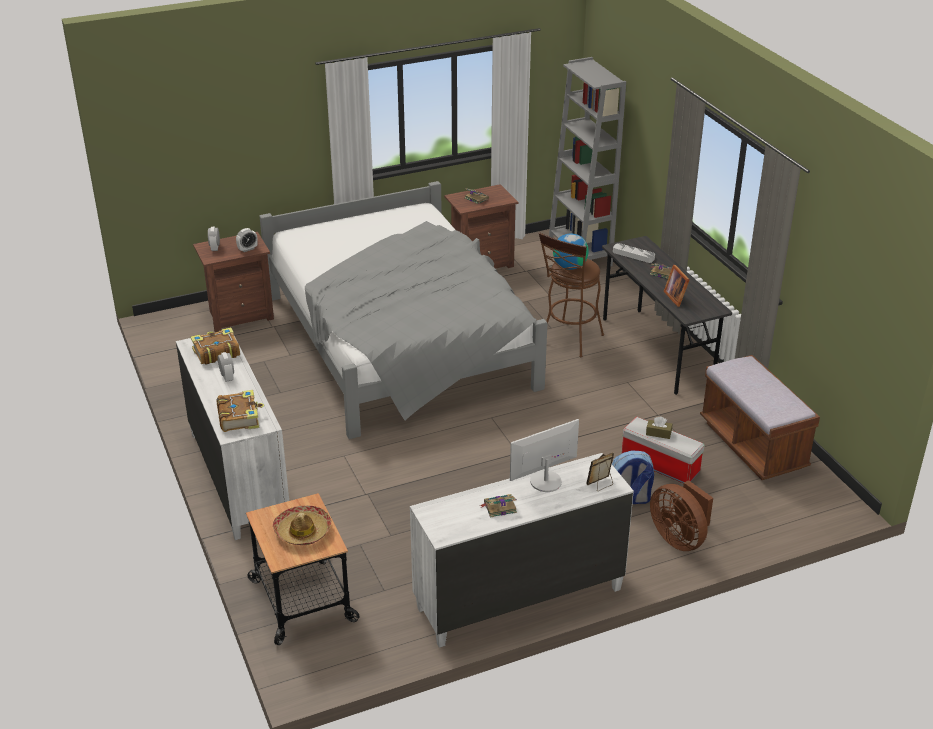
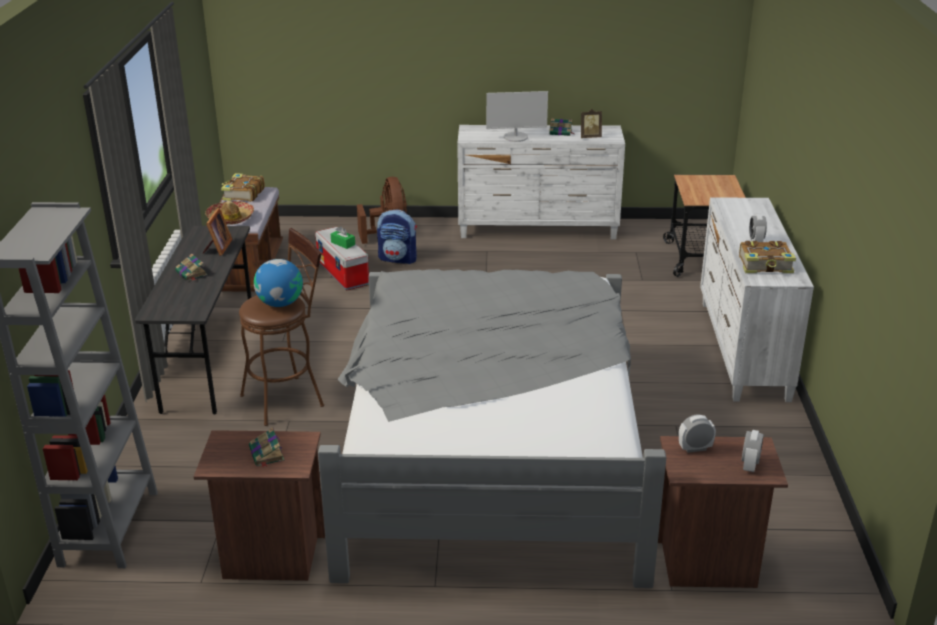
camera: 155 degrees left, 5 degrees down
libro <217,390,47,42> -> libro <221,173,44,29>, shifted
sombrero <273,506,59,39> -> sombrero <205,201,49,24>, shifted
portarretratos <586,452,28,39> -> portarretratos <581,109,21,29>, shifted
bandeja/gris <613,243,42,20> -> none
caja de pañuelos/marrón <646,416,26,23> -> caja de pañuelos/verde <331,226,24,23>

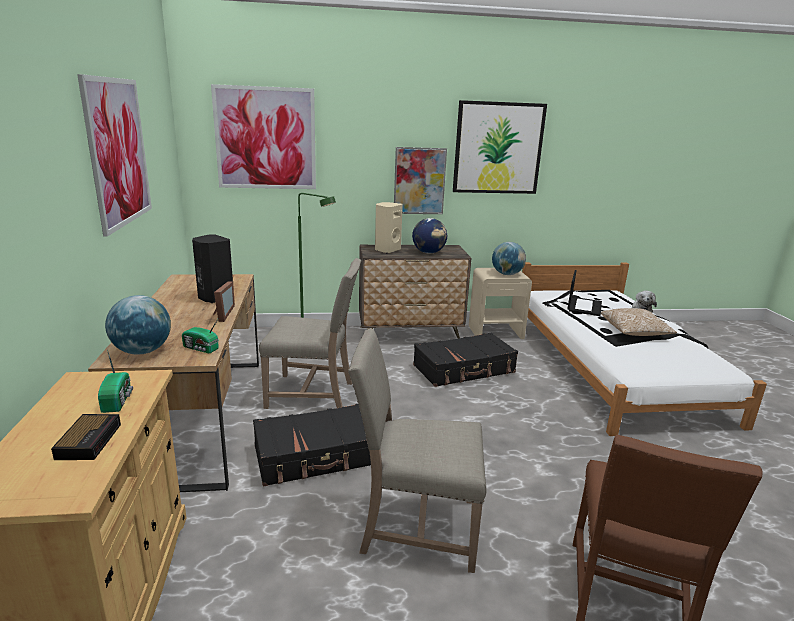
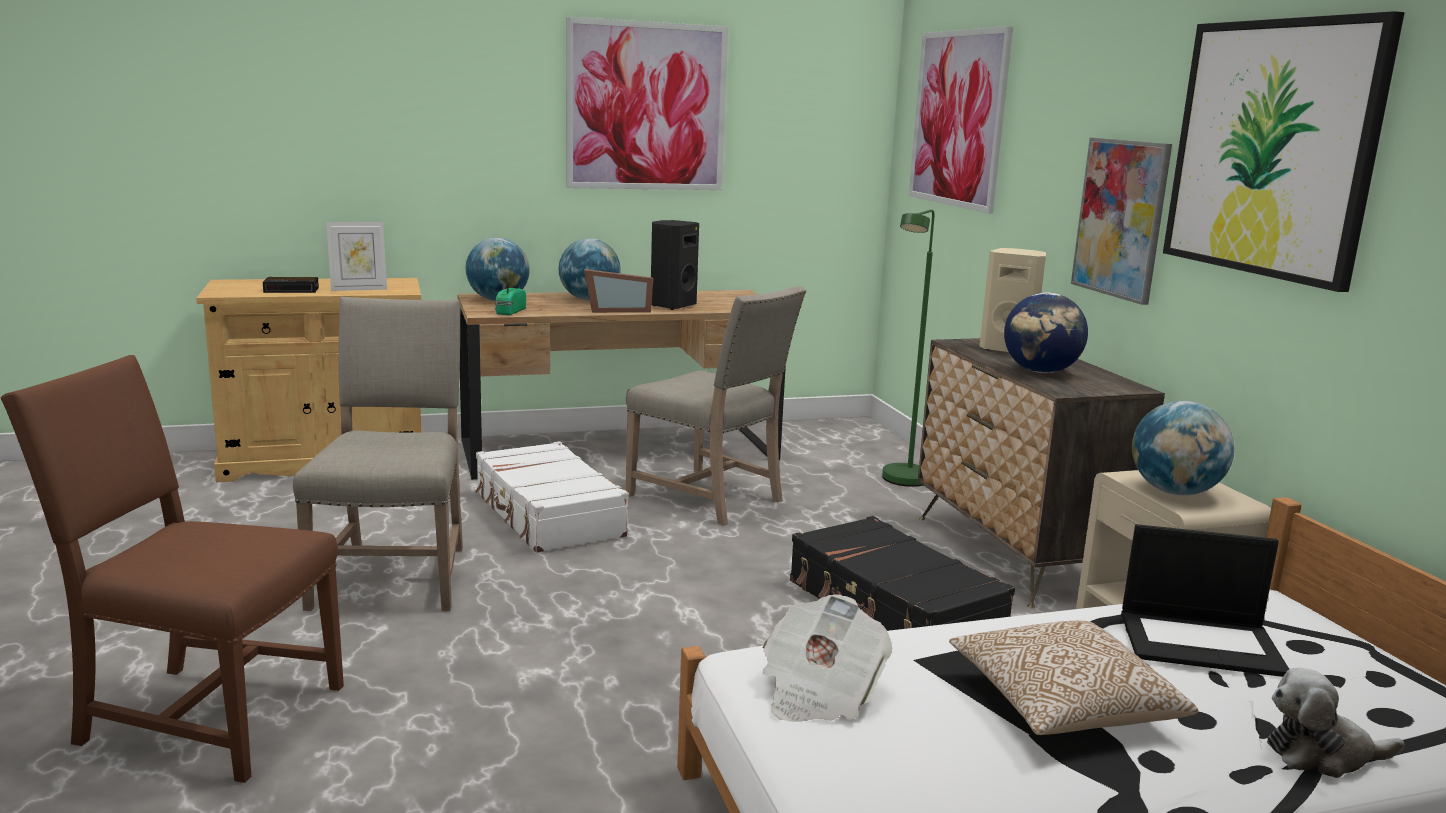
camera: 80 degrees right, 5 degrees down
radio <98,349,35,64> -> portarretratos <326,222,61,69>
maleta/negro <253,404,118,82> -> maleta/blanco <475,441,154,112>
silla/beis <259,258,103,151> -> silla/beis <626,286,180,240>, 45 degrees counterclockwise
none -> globo terráqueo <559,238,62,62>
none -> periódico <763,594,130,128>

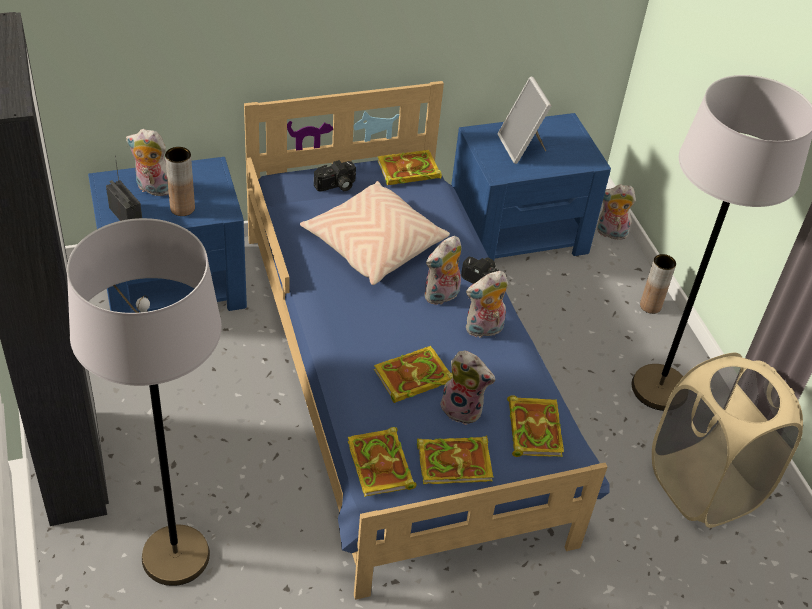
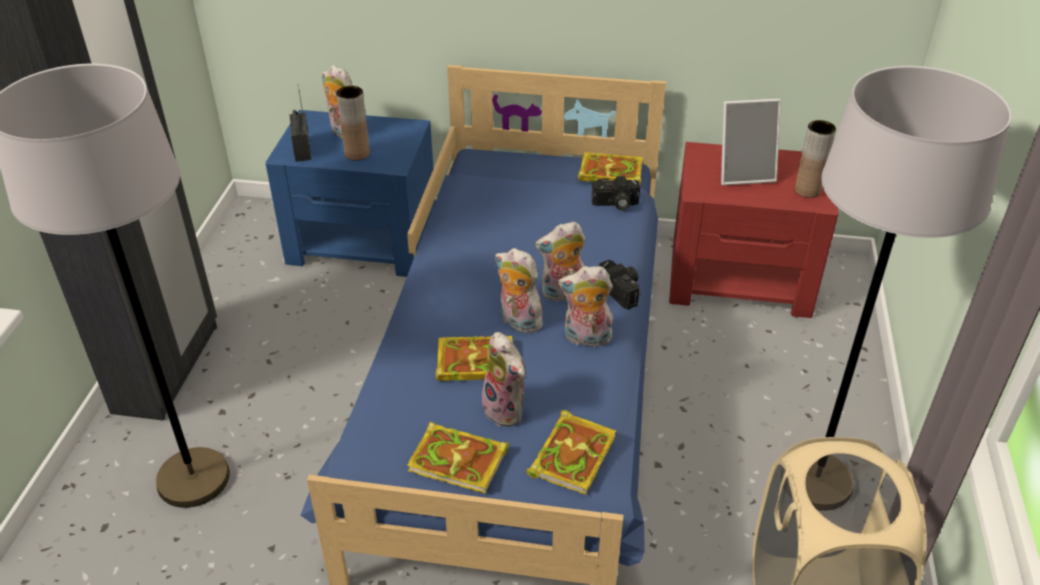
camera: 30 degrees right, 5 degrees down
cojín/beis <300,181,150,104> -> none
cámara <314,160,42,32> -> cámara <591,176,49,35>, shifted
libro <348,427,69,70> -> none
mesita de noche/azul <451,113,160,148> -> mesita de noche/rojo <669,142,170,176>
portarretratos <498,77,54,87> -> portarretratos <721,98,60,87>, 105 degrees counterclockwise
peluche <597,184,39,56> -> peluche <495,248,48,85>, shifted
florero/marrón <640,254,36,60> -> florero/marrón <795,120,41,78>, shifted

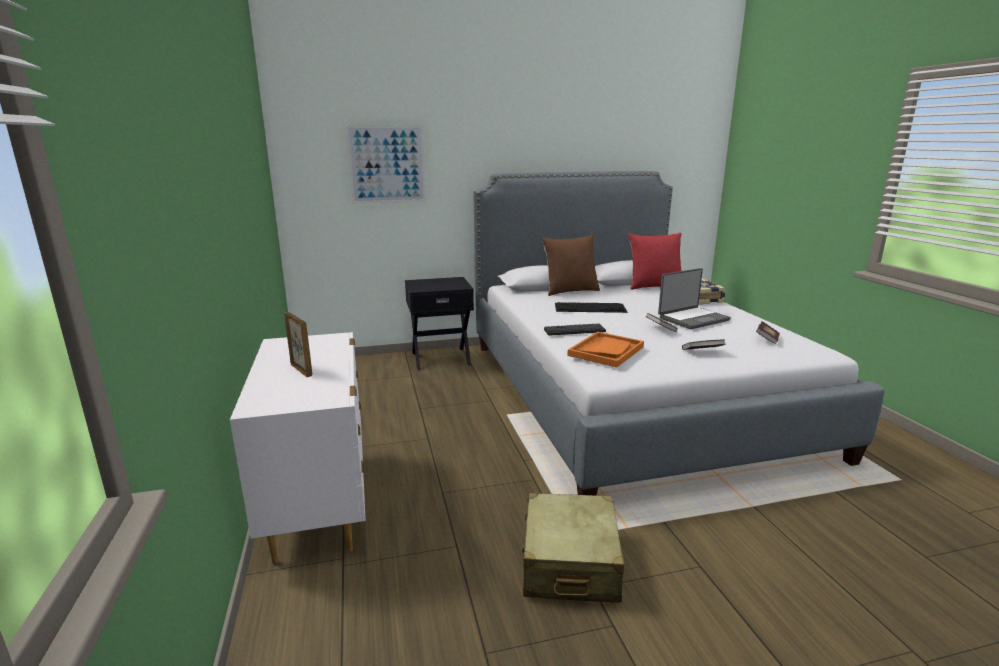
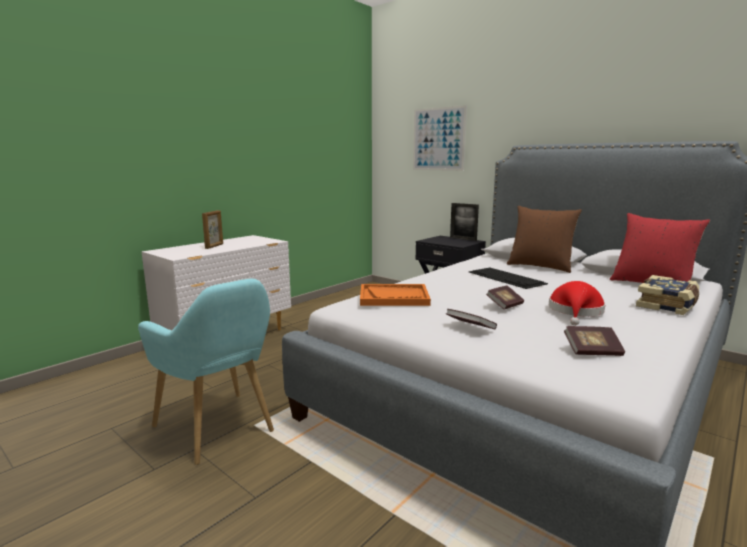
camera: 55 degrees right, 5 degrees down
maleta/beis <522,493,102,110> -> sillón/turquesa <138,279,136,186>
teclado <544,323,62,13> -> none
portátil <658,268,73,61> -> sombrero/rojo <549,281,57,45>
none -> portarretratos <450,203,29,38>

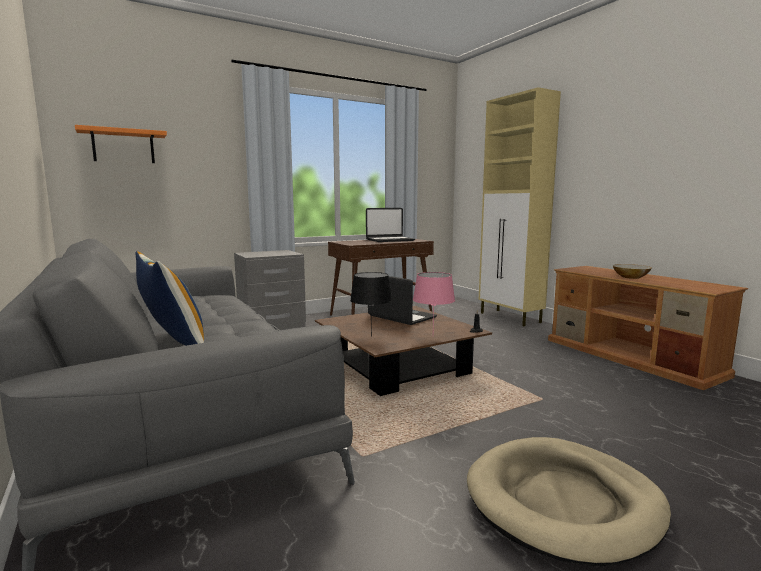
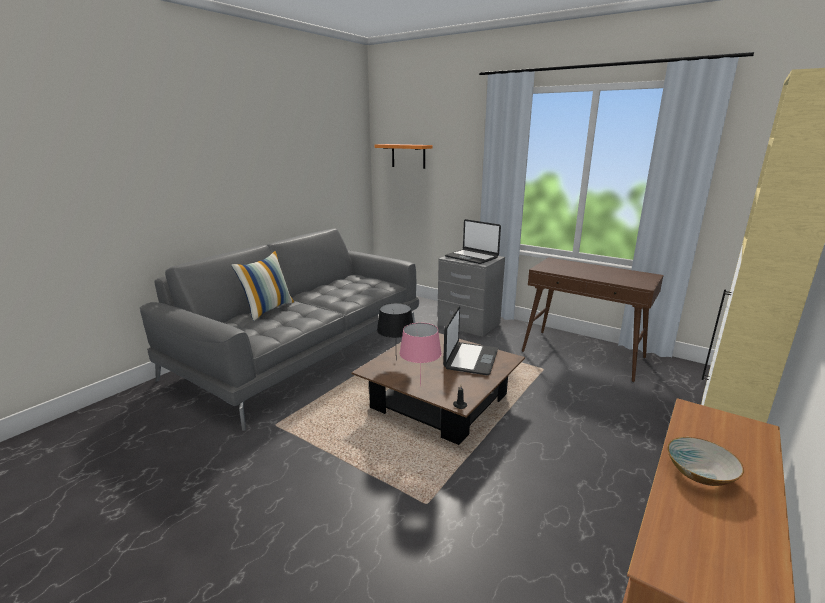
camera: 65 degrees right, 10 degrees up
portátil <366,208,49,34> -> portátil <445,219,56,45>, shifted
cama para perro/beis <467,437,204,130> -> none

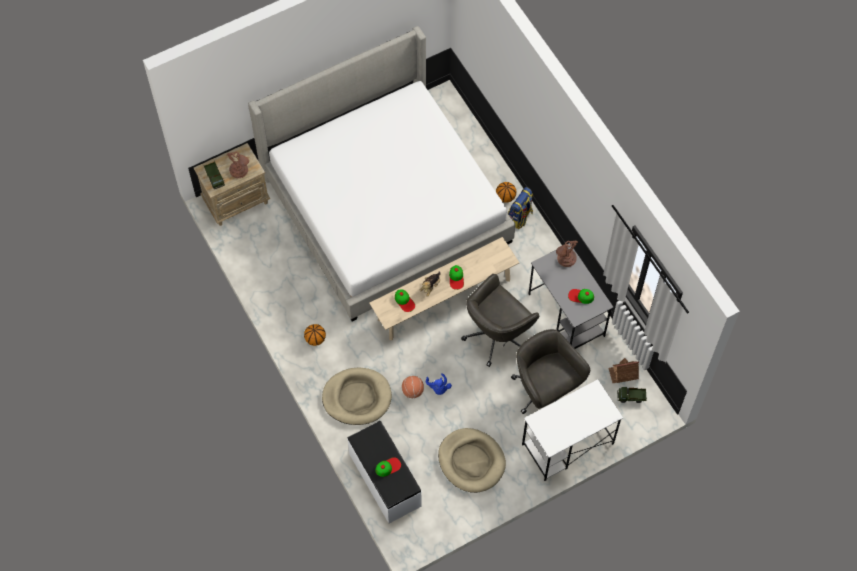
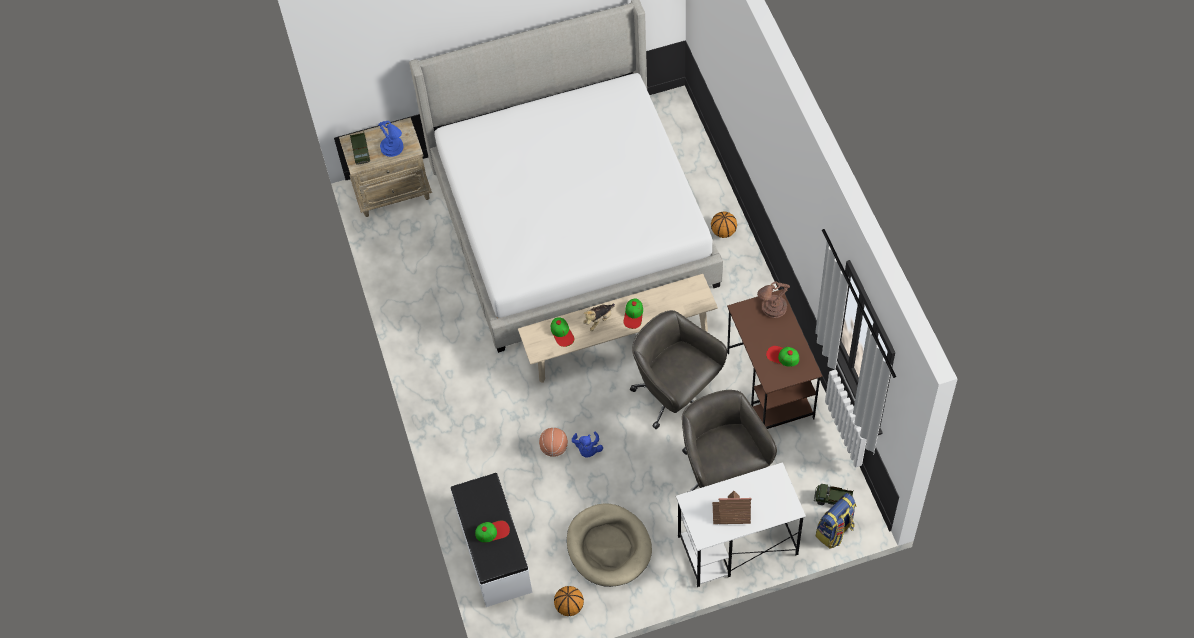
camera: 15 degrees right, 5 degrees down
lámpara de mesa/marrón <227,152,22,26> -> lámpara de mesa/azul <378,121,26,36>
balón de baloncesto <304,324,22,22> -> balón de baloncesto <554,586,30,30>, shifted
cama para perro/beis <322,368,70,57> -> none
silla de oficina/gris <461,274,78,93> -> silla de oficina/gris <630,310,97,119>, 75 degrees clockwise
mochila <508,187,25,42> -> mochila <816,493,40,56>, shifted
escritorio/gris <529,243,85,106> -> escritorio/marrón <727,289,95,140>
casita <608,358,31,25> -> casita <712,491,39,33>, shifted

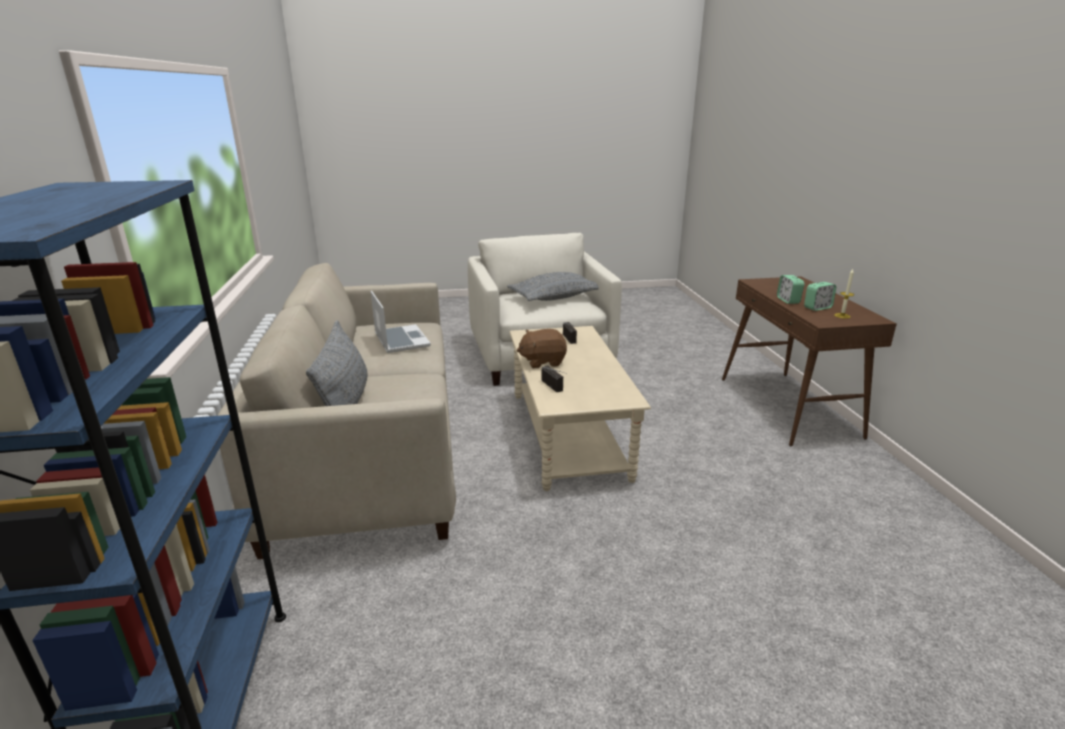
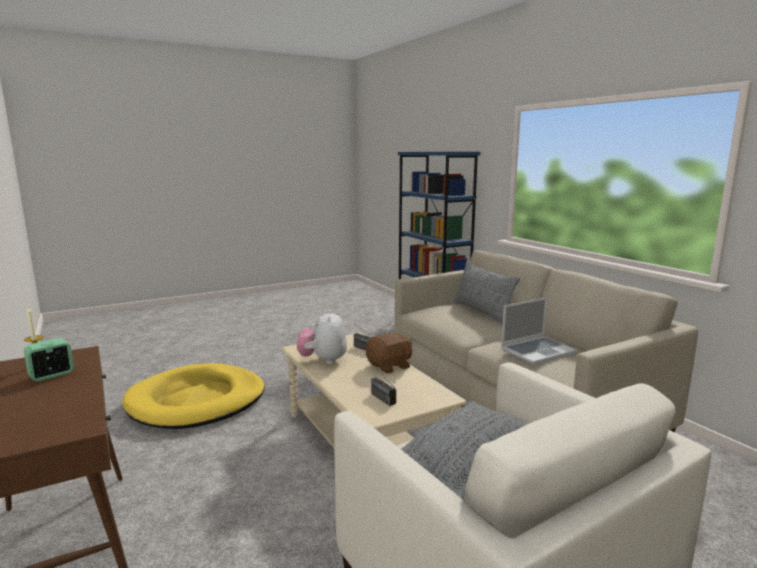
camera: 160 degrees right, 10 degrees down
portátil <371,291,60,62> -> portátil <501,297,76,67>, 75 degrees counterclockwise
despertador <777,275,27,29> -> none
none -> cama para perro/amarillo <122,363,143,66>
none -> peluche <297,310,50,54>

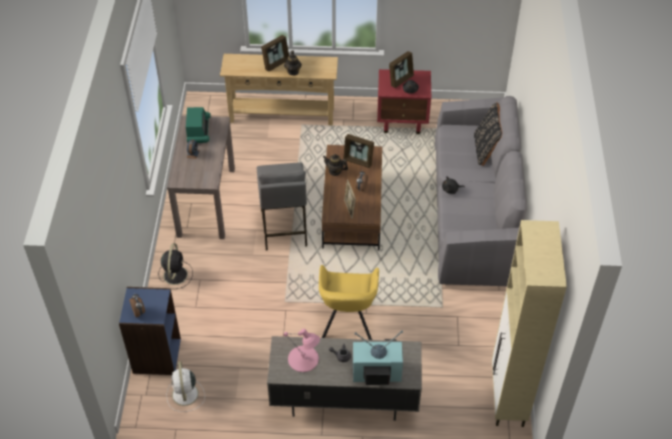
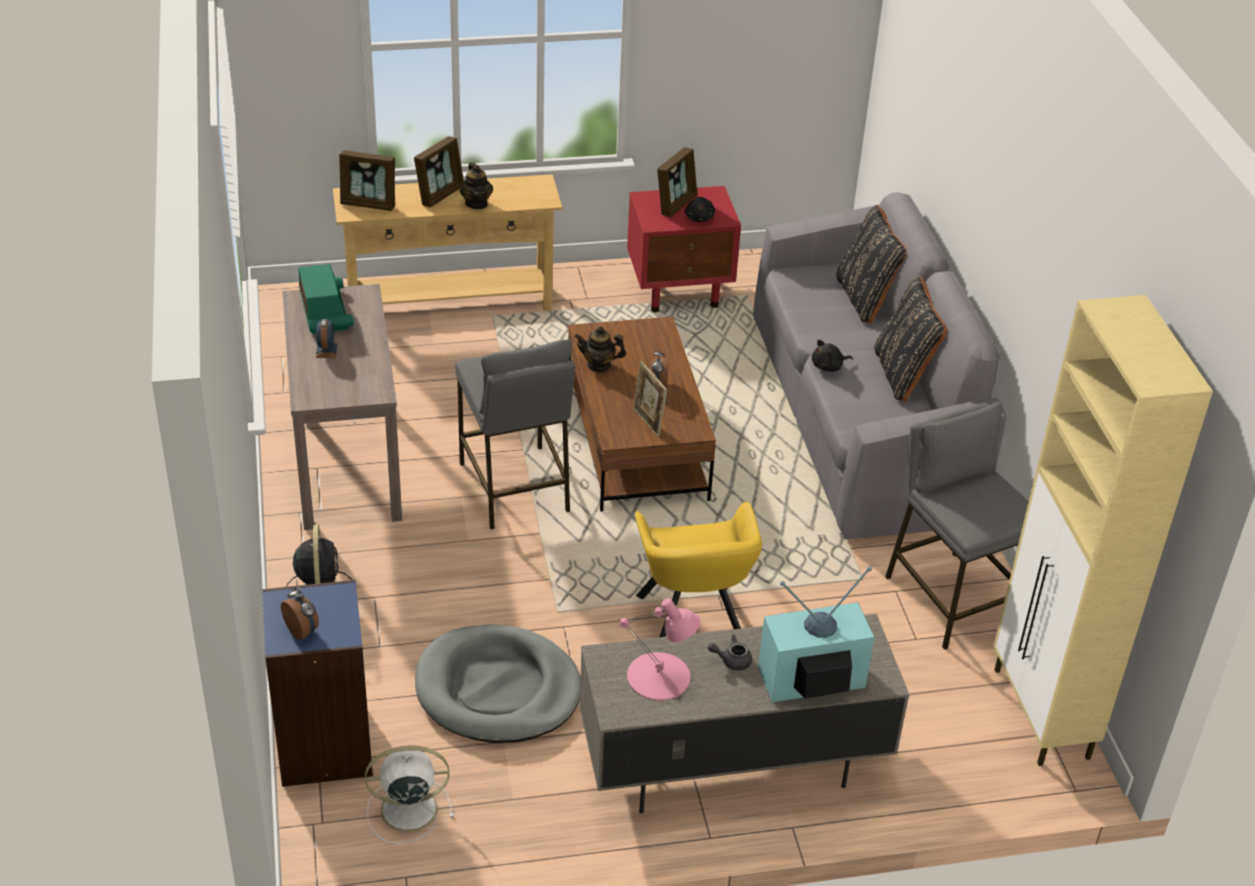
camera: 15 degrees left, 10 degrees down
ventilador/blanco <167,361,38,51> -> ventilador/blanco <365,745,89,99>, 105 degrees clockwise
portarretratos <343,134,31,34> -> portarretratos <339,150,56,61>, shifted
none -> cama para perro/gris <415,624,166,119>
none -> cojín/negro <874,276,73,126>
none -> taburete/gris <885,402,144,248>

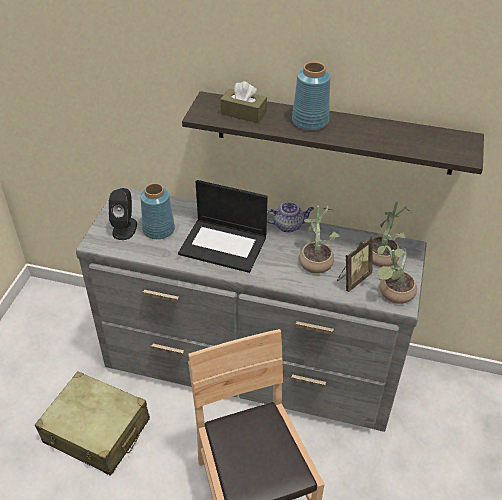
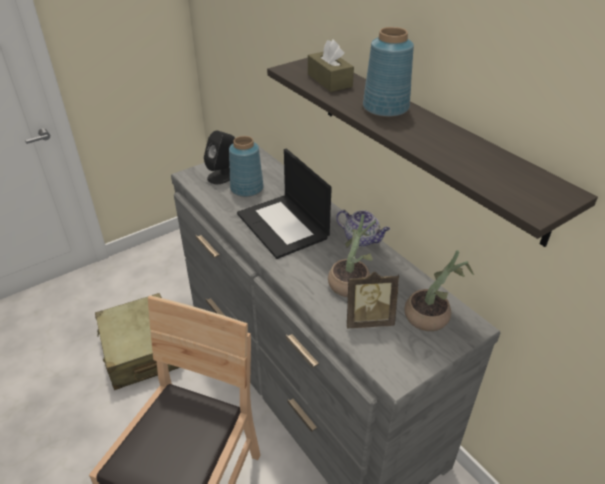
camera: 40 degrees right, 5 degrees down
planta en maceta <377,245,40,59> -> none

